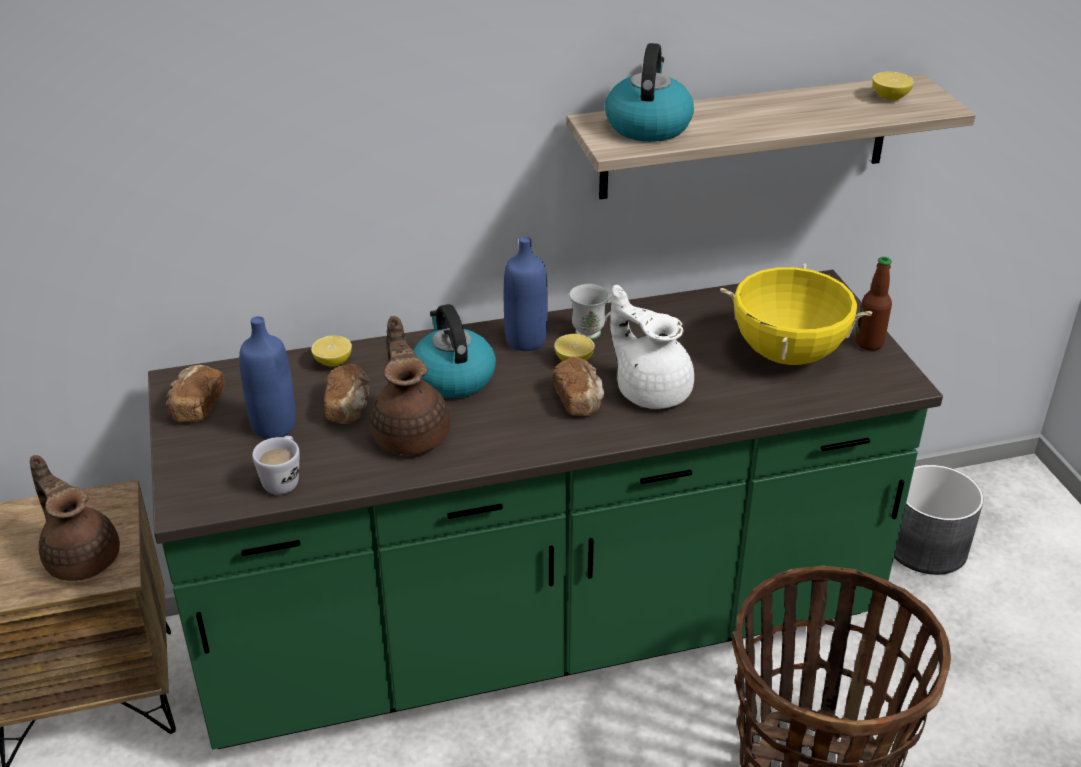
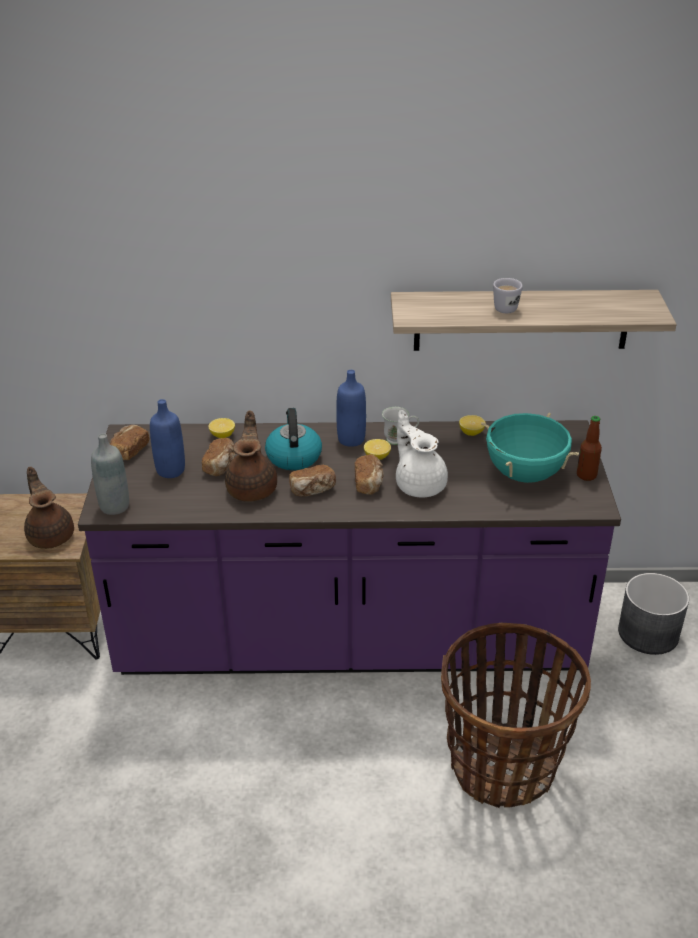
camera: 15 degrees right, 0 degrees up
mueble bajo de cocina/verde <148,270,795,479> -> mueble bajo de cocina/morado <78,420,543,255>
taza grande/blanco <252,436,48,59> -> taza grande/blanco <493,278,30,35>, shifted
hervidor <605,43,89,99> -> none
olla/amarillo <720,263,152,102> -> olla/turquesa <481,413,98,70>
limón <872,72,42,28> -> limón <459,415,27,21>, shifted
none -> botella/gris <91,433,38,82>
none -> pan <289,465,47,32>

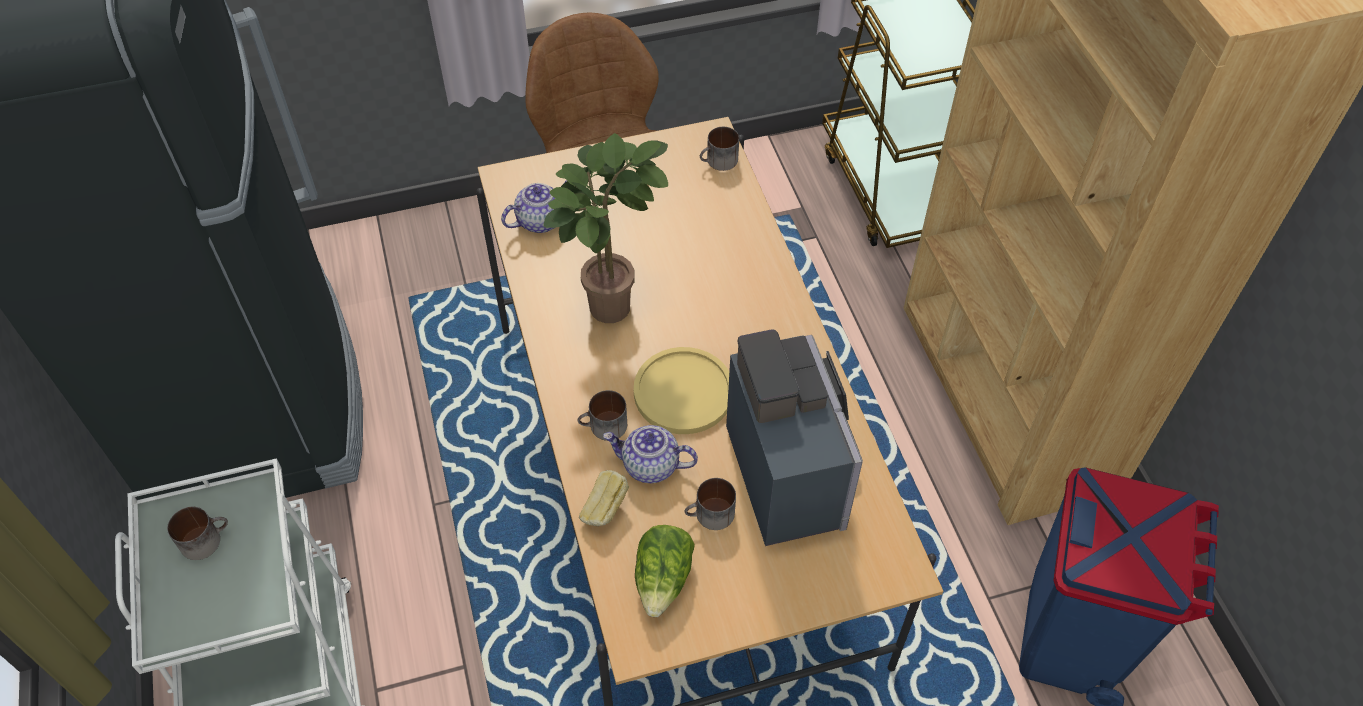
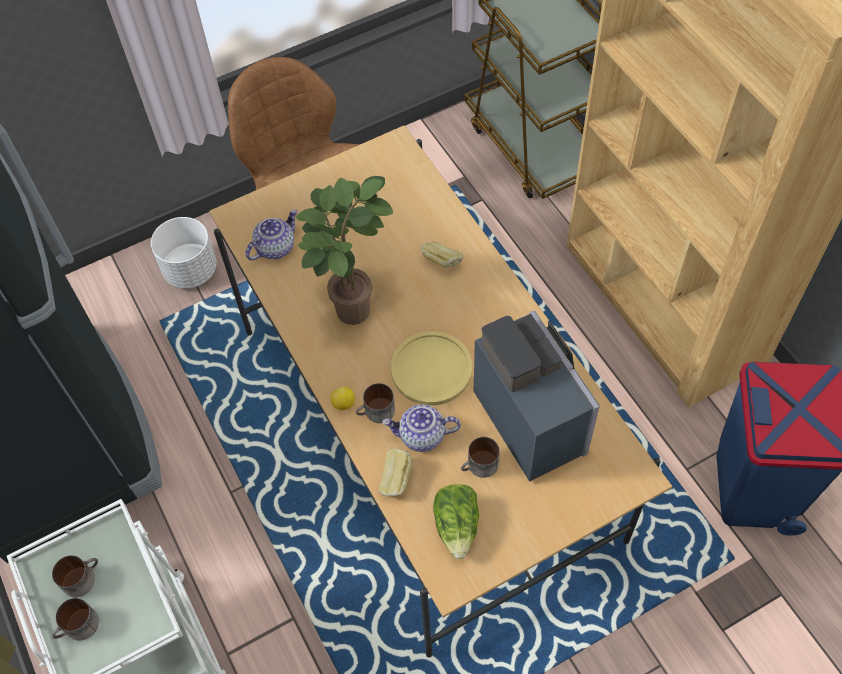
camera: 10 degrees left, 5 degrees up
taza grande <700,127,39,44> -> taza grande <52,598,47,42>, shifted
none -> maceta/blanco <151,217,66,72>
none -> limón <330,386,24,24>
none -> pan <420,241,43,27>

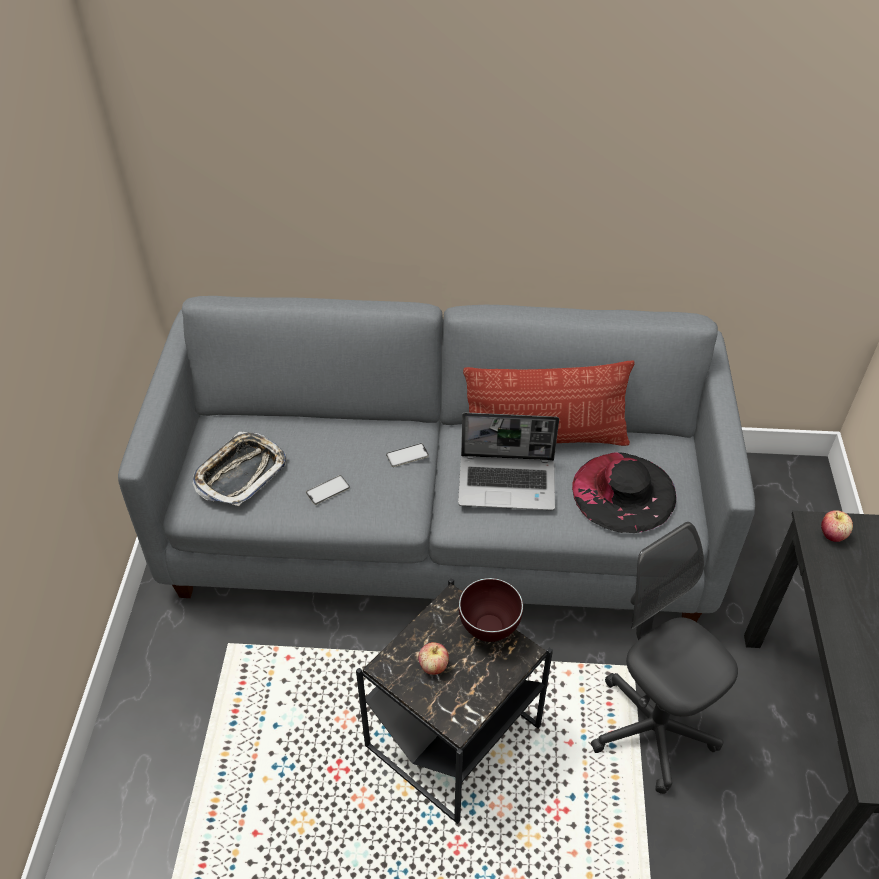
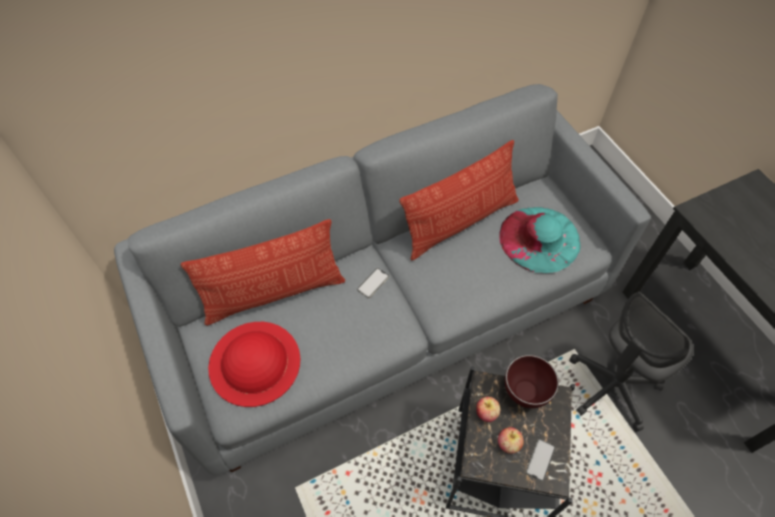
camera: 30 degrees left, 10 degrees up
bandeja <192,432,95,74> -> sombrero/rojo <208,322,92,85>
móvil <306,475,44,30> -> móvil <525,439,30,43>, shifted
portátil <458,412,101,98> -> none
sombrero/negro <572,452,105,81> -> sombrero/turquesa <499,207,81,66>
silla de oficina/gris <591,522,147,272> -> silla de oficina/gris <569,292,125,140>, 60 degrees counterclockwise
manzana <821,510,32,32> -> manzana <476,397,24,25>, shifted
none -> cojín <181,219,164,107>

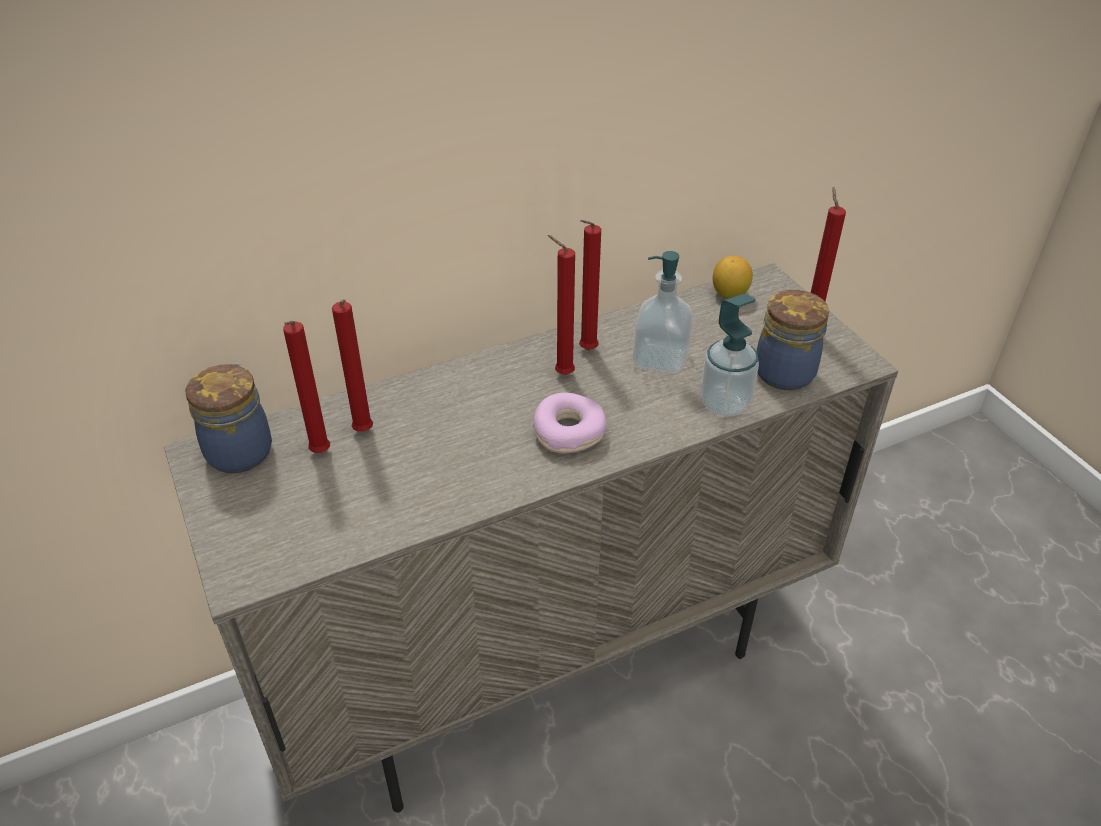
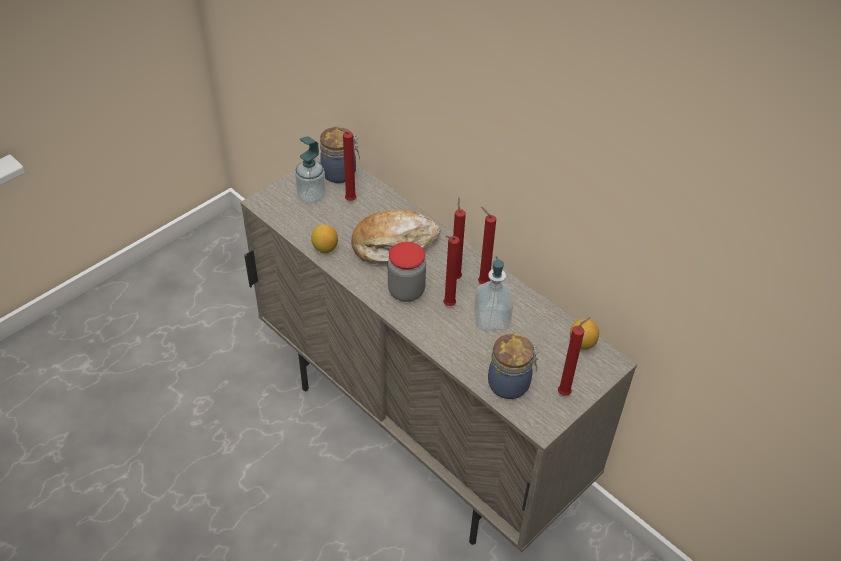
camera: 70 degrees right, 5 degrees up
vela/rojo <332,299,41,133> -> vela/rojo <443,236,17,70>, shifted
rosquilla <532,393,74,61> -> tarro <388,242,38,60>
dispensador de jabón <701,294,58,123> -> dispensador de jabón <295,136,31,67>, shifted
none -> limón <311,225,27,28>
none -> pan <351,210,89,54>

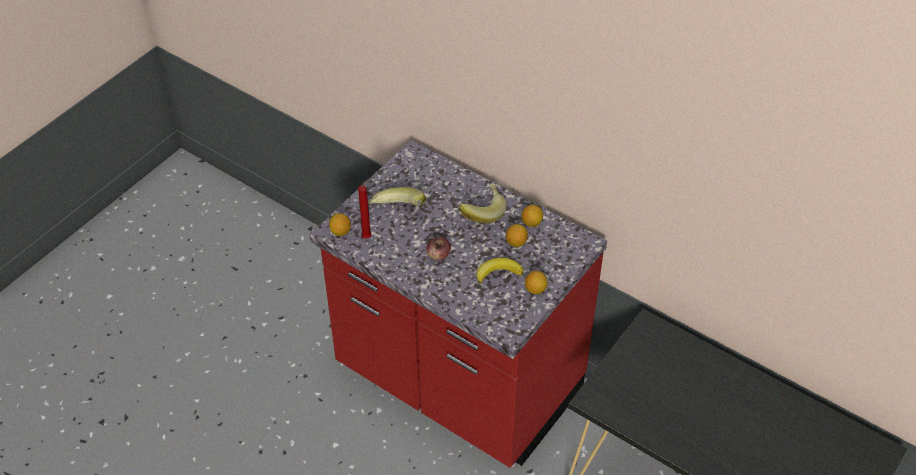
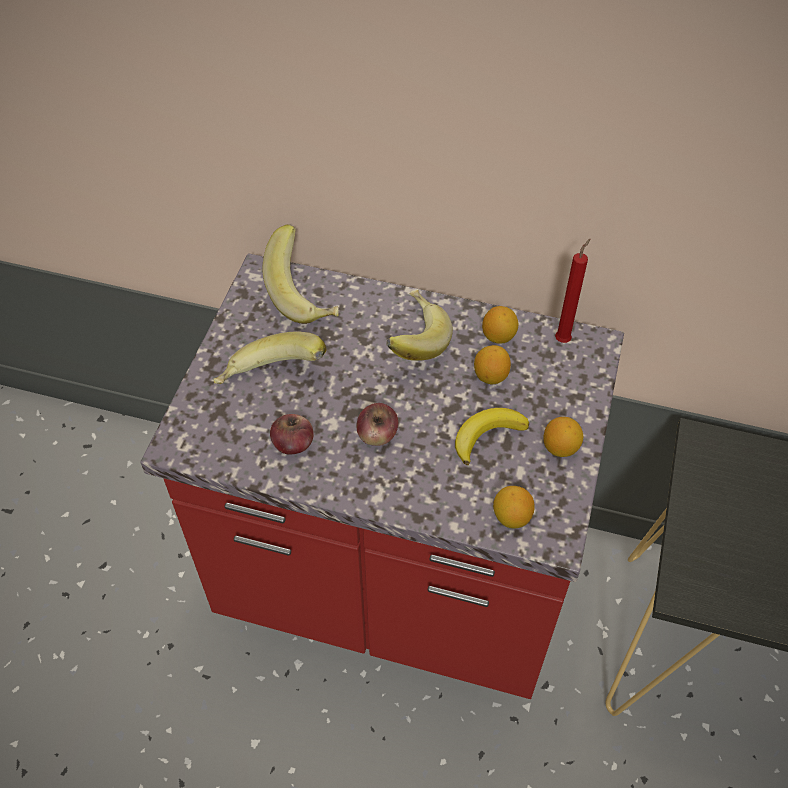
camera: 20 degrees left, 5 degrees up
limón <329,213,22,23> -> limón <493,486,42,42>, shifted
vela/rojo <358,179,13,60> -> vela/rojo <555,239,35,104>, shifted
none -> plátano <263,224,76,100>
none -> manzana <270,414,44,41>

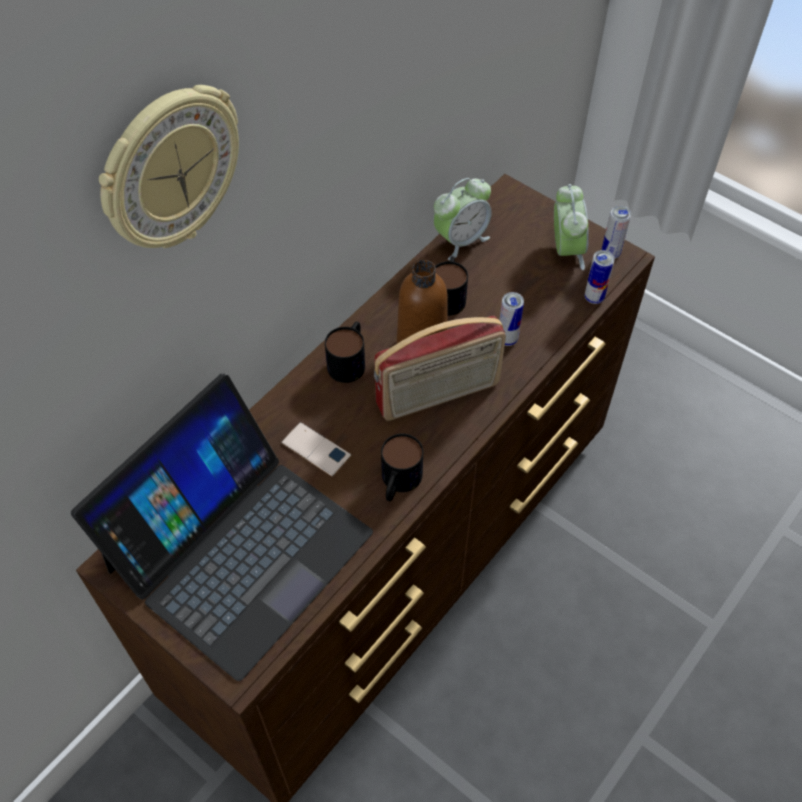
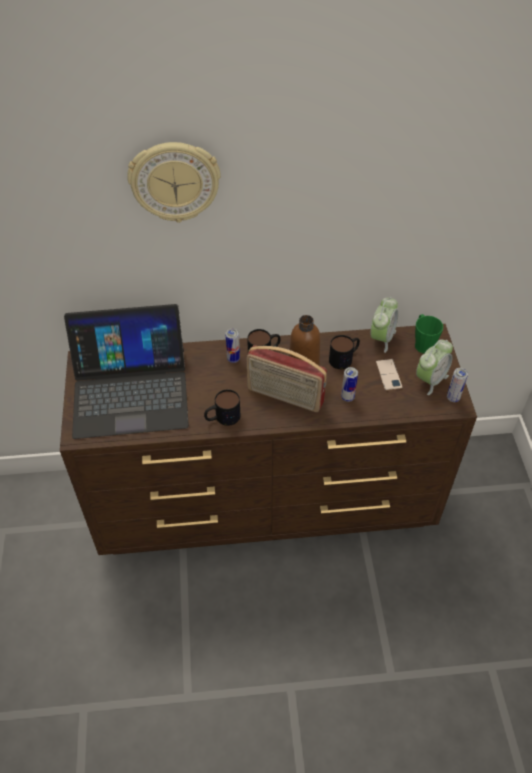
camera: 45 degrees right, 5 degrees down
móvil <281,422,70,55> -> móvil <376,359,27,32>, shifted
despertador <433,178,59,82> -> despertador <370,297,28,56>, 75 degrees counterclockwise
lata <585,250,30,54> -> lata <226,329,14,34>, shifted
none -> taza grande/verde <415,314,28,39>

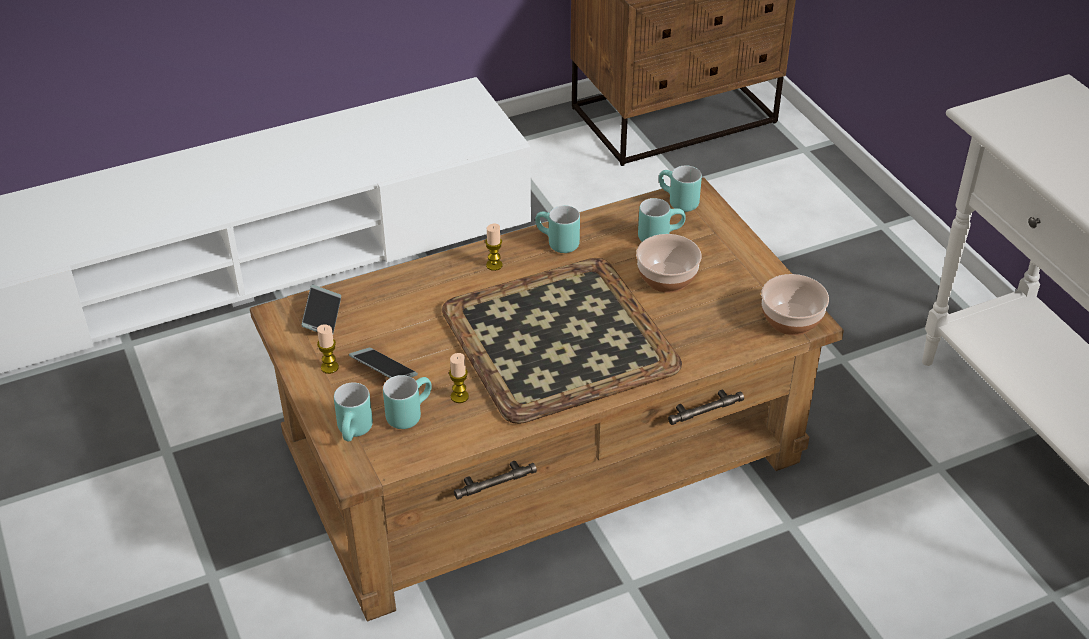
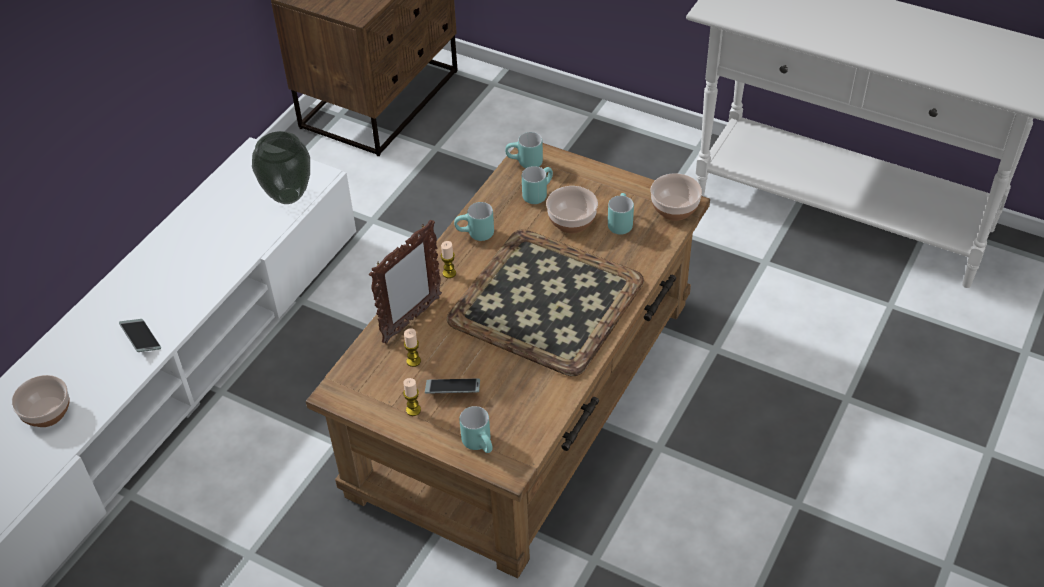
camera: 35 degrees left, 5 degrees up
móvil <301,285,40,48> -> móvil <119,319,42,33>, shifted
taza grande/turquesa <383,375,49,54> -> taza grande/turquesa <608,193,26,42>, shifted
vela <449,353,20,50> -> vela <404,328,17,39>, shifted
none -> cuenco <11,375,59,52>
none -> florero <252,131,58,73>
none -> portarretratos <369,219,73,125>

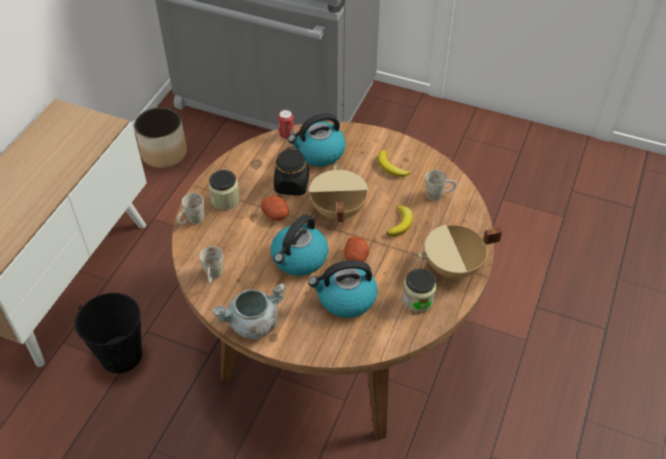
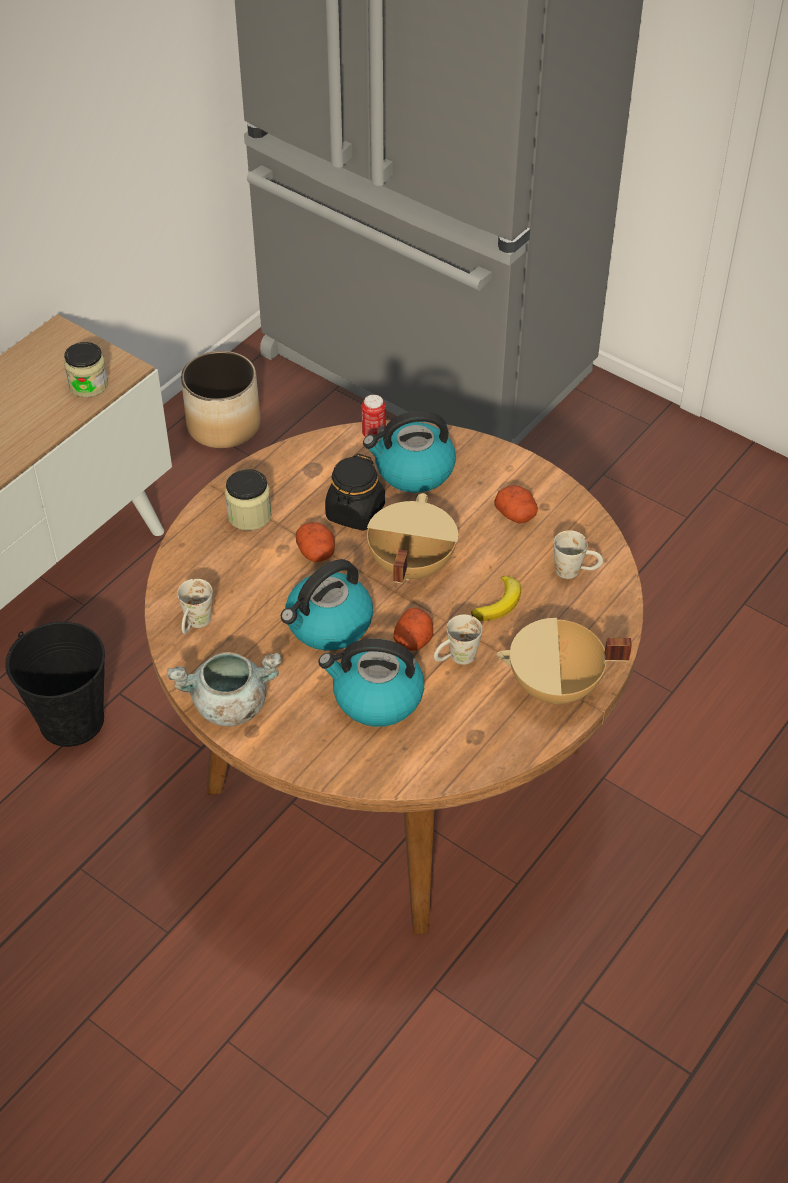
camera: 15 degrees right, 0 degrees up
taza grande/blanco <177,193,27,32> -> taza grande/blanco <434,615,48,50>, shifted
plátano <378,150,32,27> -> patata <494,485,44,38>
tarro <402,269,35,43> -> tarro <64,342,44,56>, shifted

